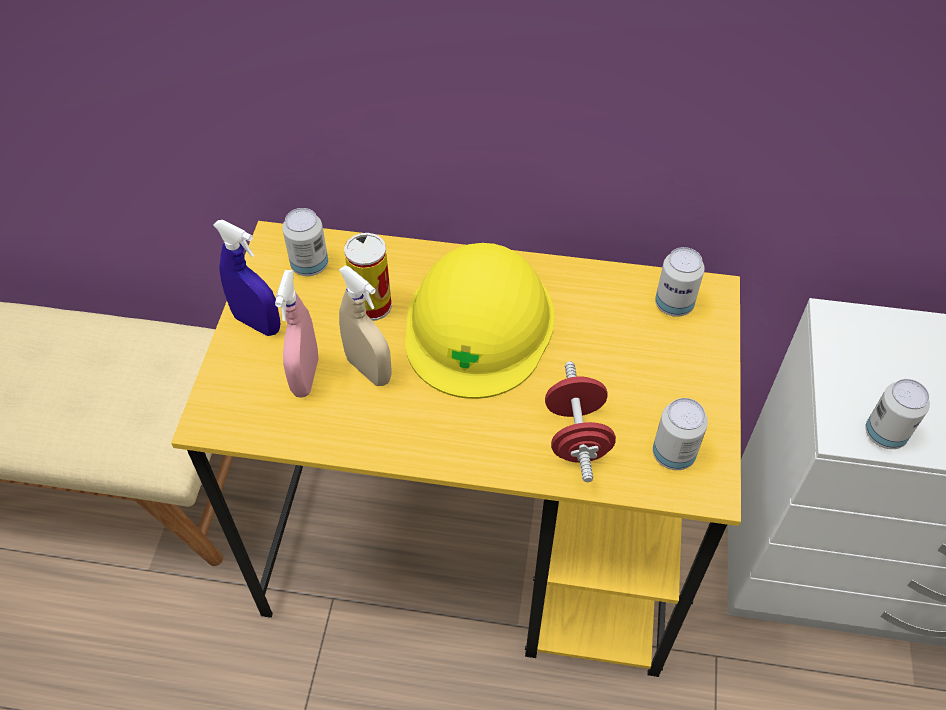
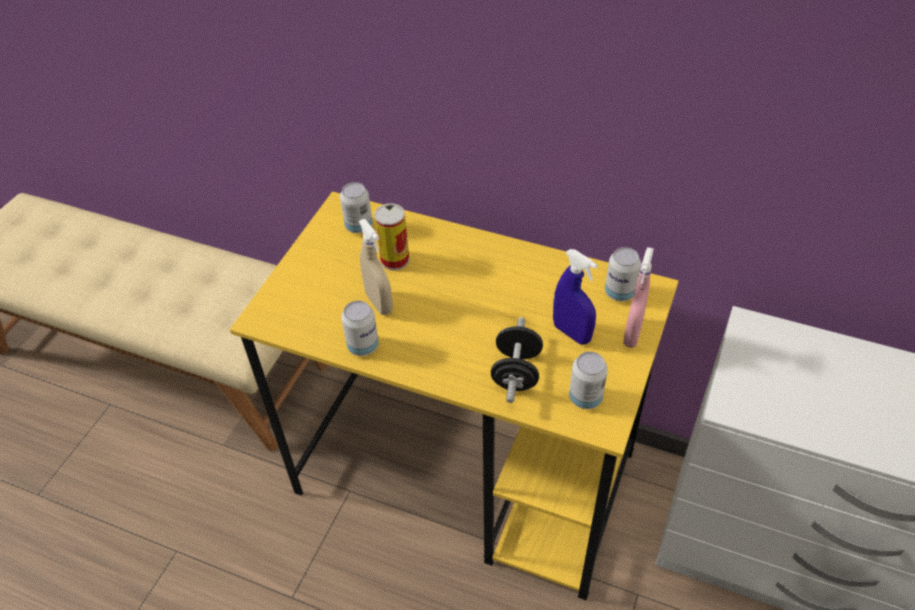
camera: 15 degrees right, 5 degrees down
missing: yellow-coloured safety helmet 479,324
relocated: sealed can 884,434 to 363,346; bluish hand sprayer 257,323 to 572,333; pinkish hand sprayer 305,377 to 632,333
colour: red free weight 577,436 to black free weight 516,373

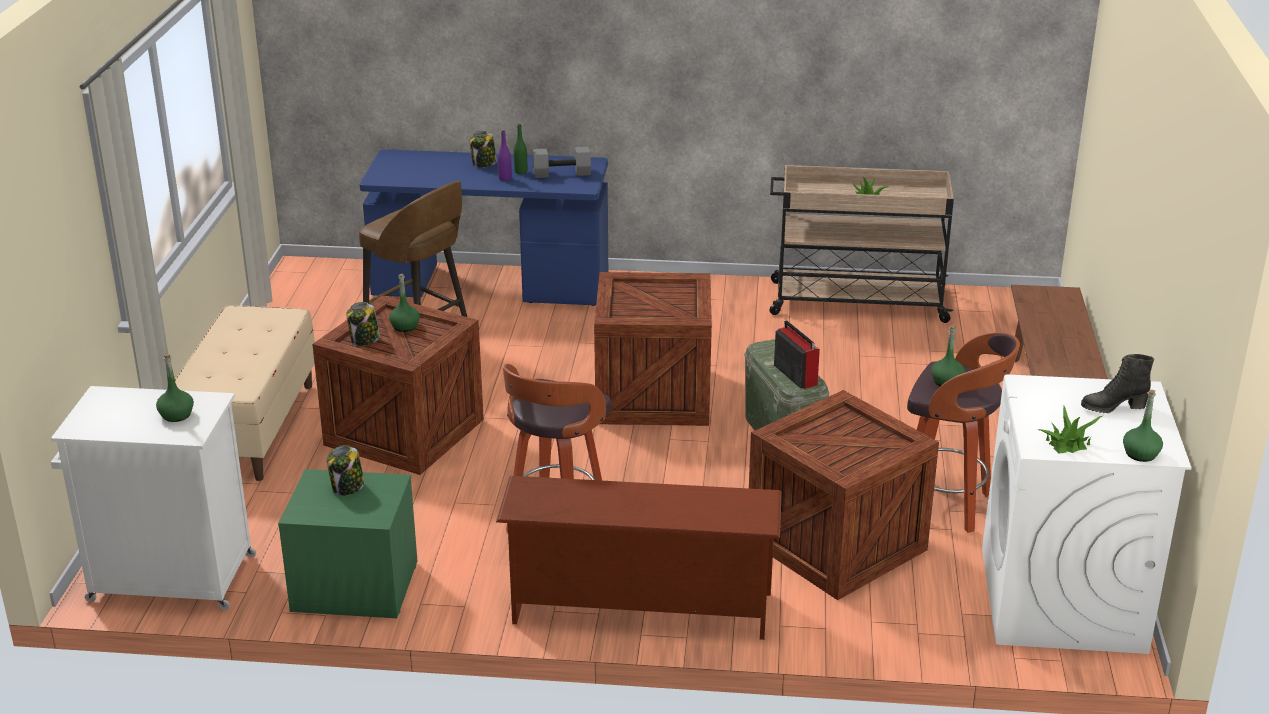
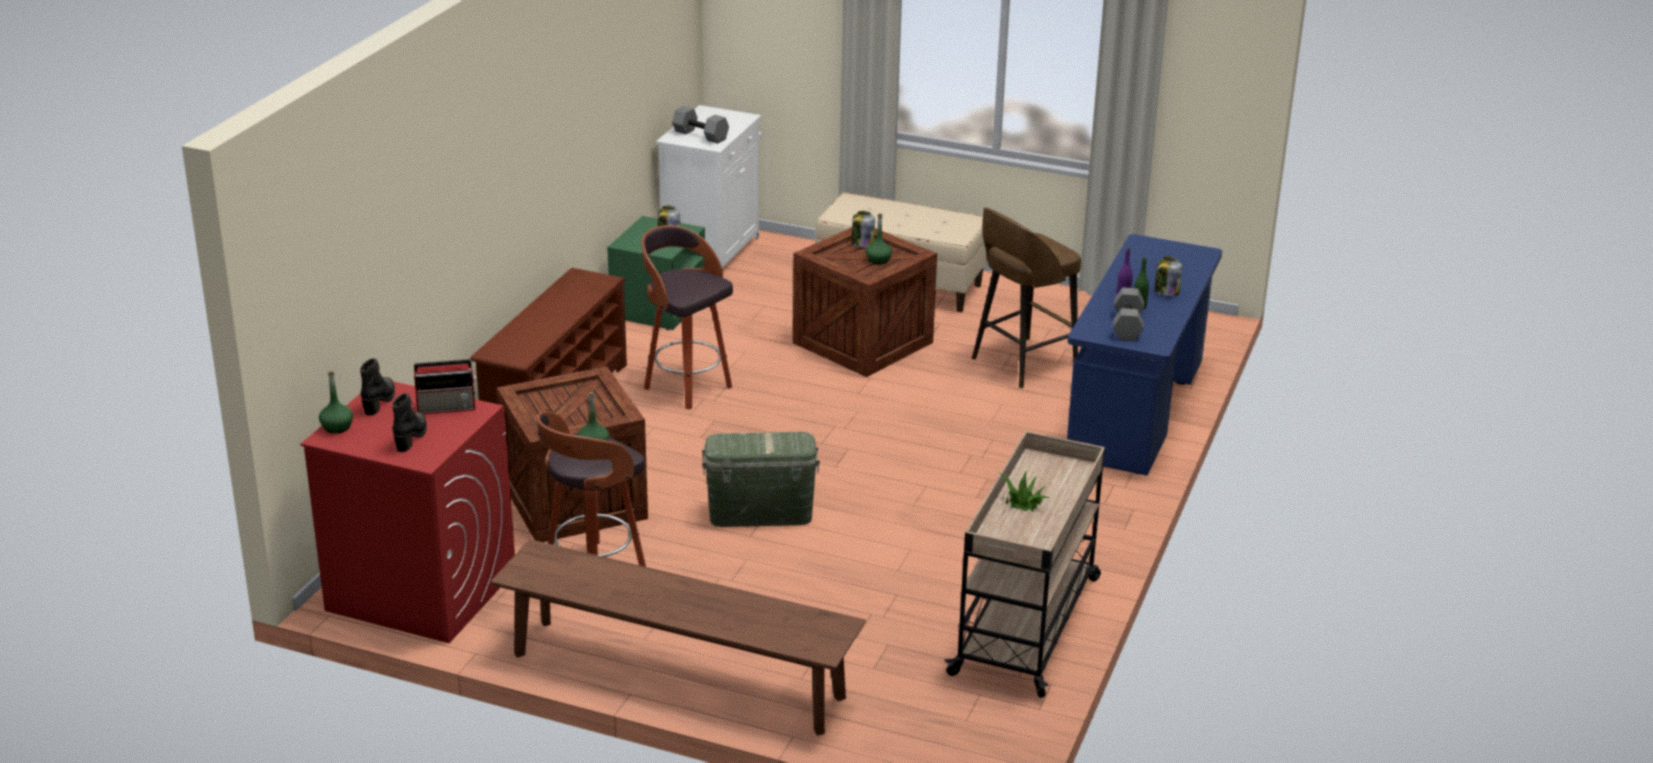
camera: 105 degrees right, 0 degrees up
missing: shipping crate 655,395
relocated: radio 795,374 to 447,407
exchanged: potted plant 1068,443 to black high-top boot 380,401; green-coloured drink bottle 176,415 to greyish free weight 701,135
colour: whitish laundry machine 1063,601 to red laundry machine 420,590

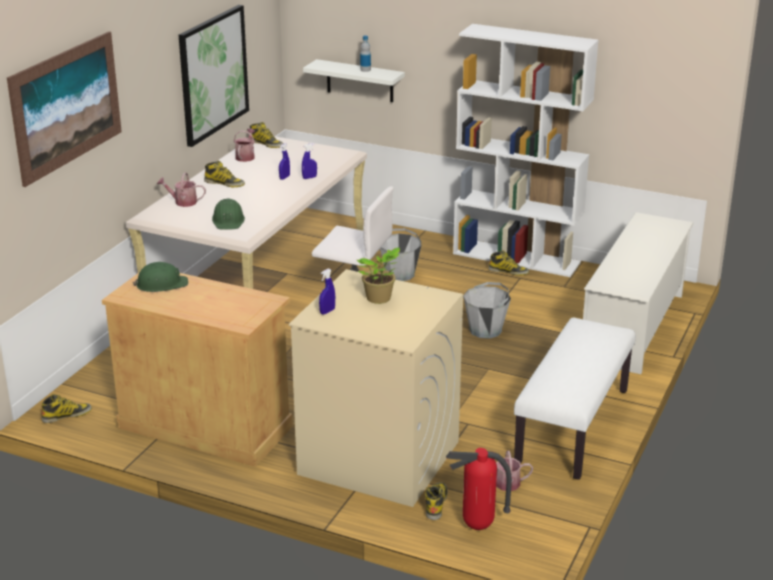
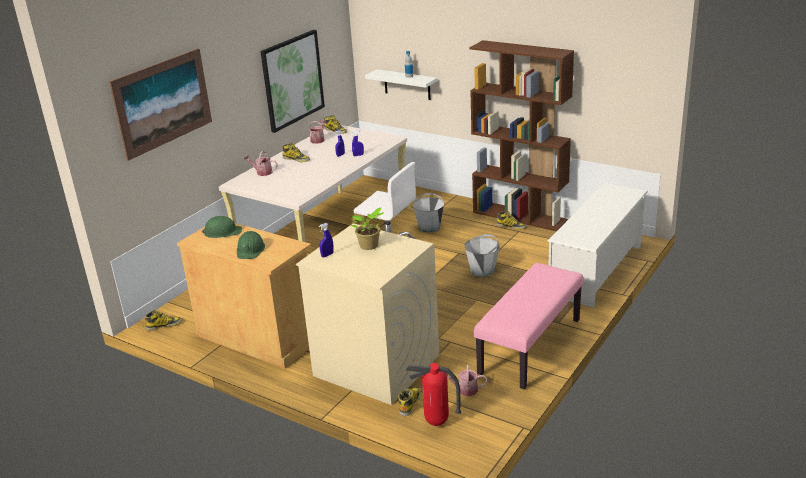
camera: 10 degrees right, 0 degrees up
relocated: green-coloured safety helmet 228,220 to 250,250
colour: whitish bookcase 517,258 to brown-coloured bookcase 520,216; whitish bench 573,426 to pinkish bench 530,347

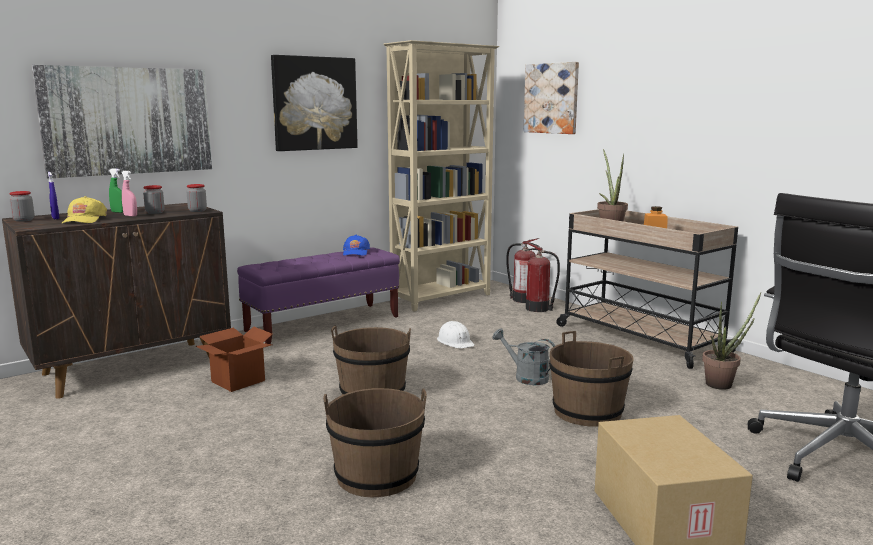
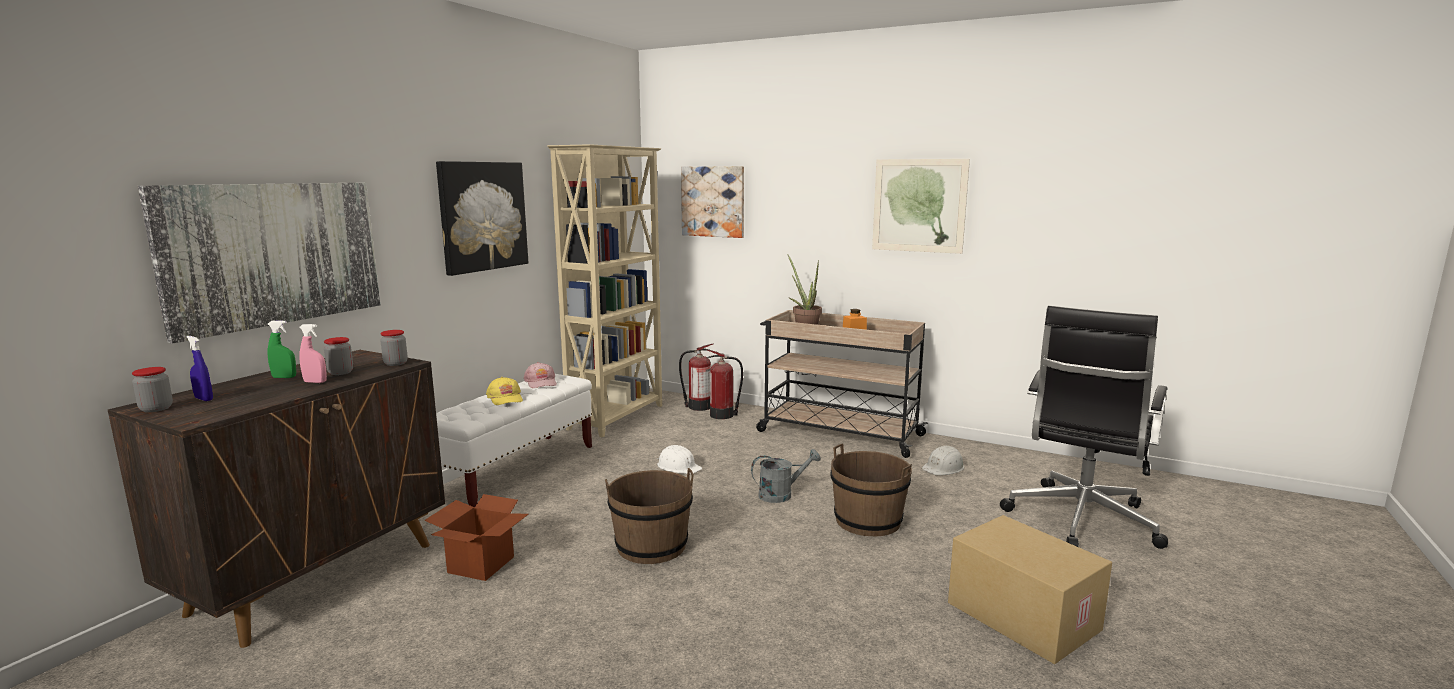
camera: 25 degrees left, 0 degrees up
missing: brown-coloured water bucket 376,476
appeared: wall art 919,205
relocated: yellow-coloured baseball cap 84,220 to 505,398
exchanged: potted plant 723,384 to whitish safety helmet 943,468
colour: purple-coloured bench 323,324 to whitish bench 515,470; bluish baseball cap 356,252 to pinkish baseball cap 541,382
spun: greyish watering can 525,377 = 781,494 150 degrees clockwise

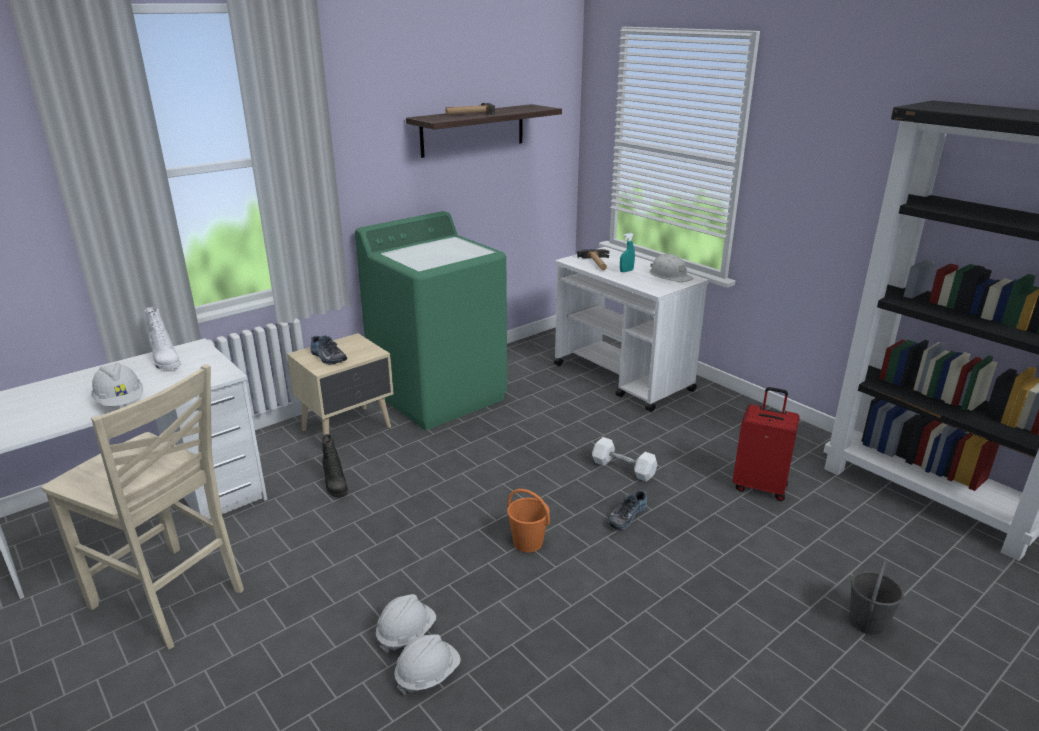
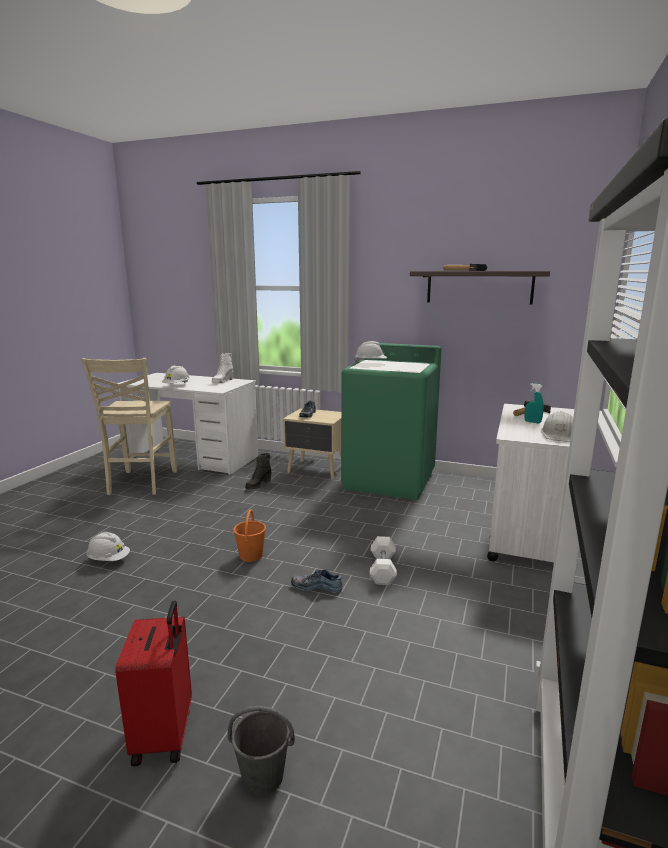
camera: 60 degrees right, 10 degrees down
relocated: red piece of luggage 760,486 to 165,735; whitish safety helmet 406,633 to 370,363

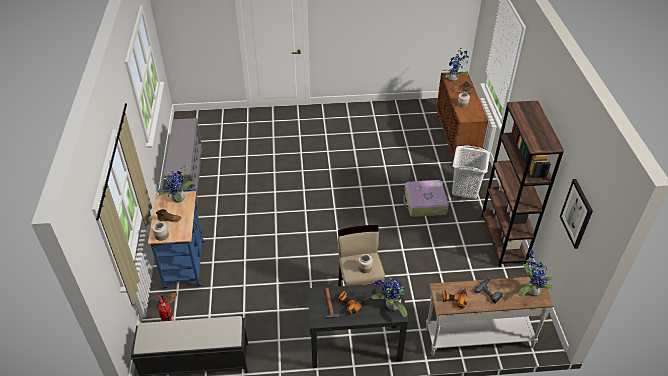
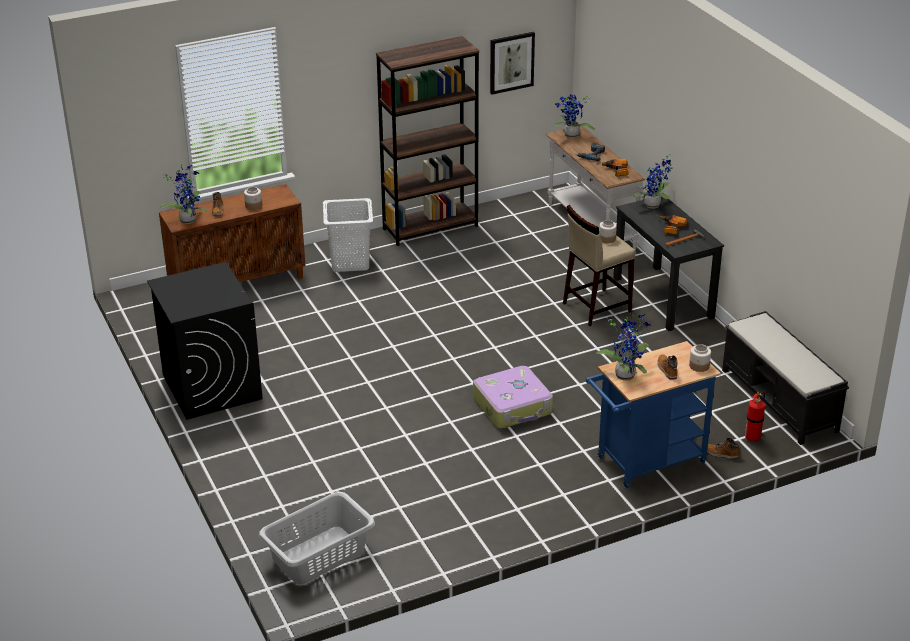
camera: 110 degrees left, 10 degrees down
missing: greyish shoe stand 187,175
appeared: black laundry machine 211,386; greyish hamper 318,555
relocated: piece of luggage 424,203 to 513,406

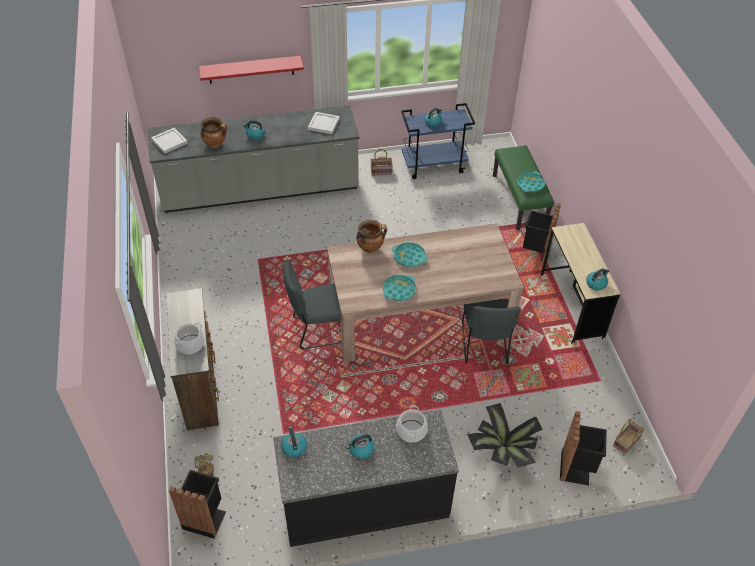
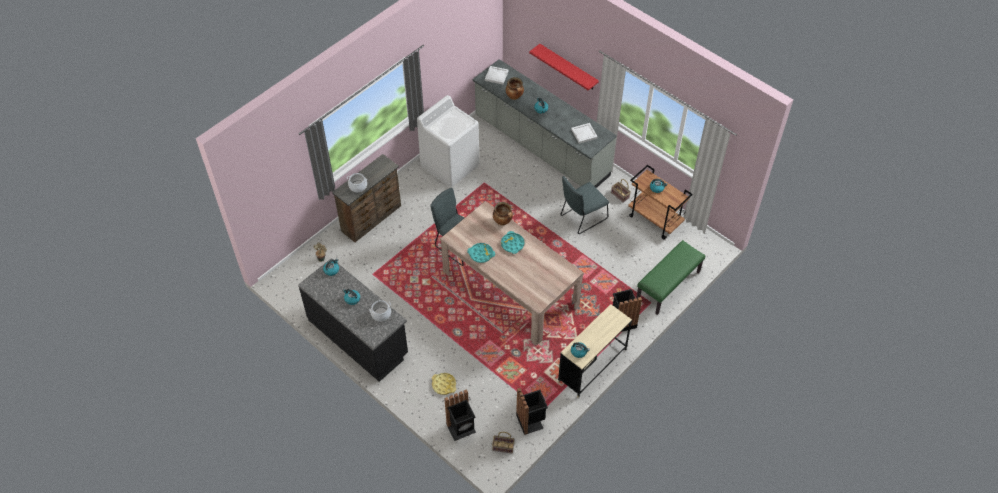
camera: 55 degrees right, 5 degrees up
missing: turquoise-coloured serving tray 530,184
appeared: whitish laundry machine 450,165
relocated: black trash can 205,518 to 531,421; greyish chair 484,346 to 582,218
exchanged: potted plant 502,451 to yellow-coloured serving tray 444,385
colour: bluish wheeled cart 434,165 to brown-coloured wheeled cart 655,220

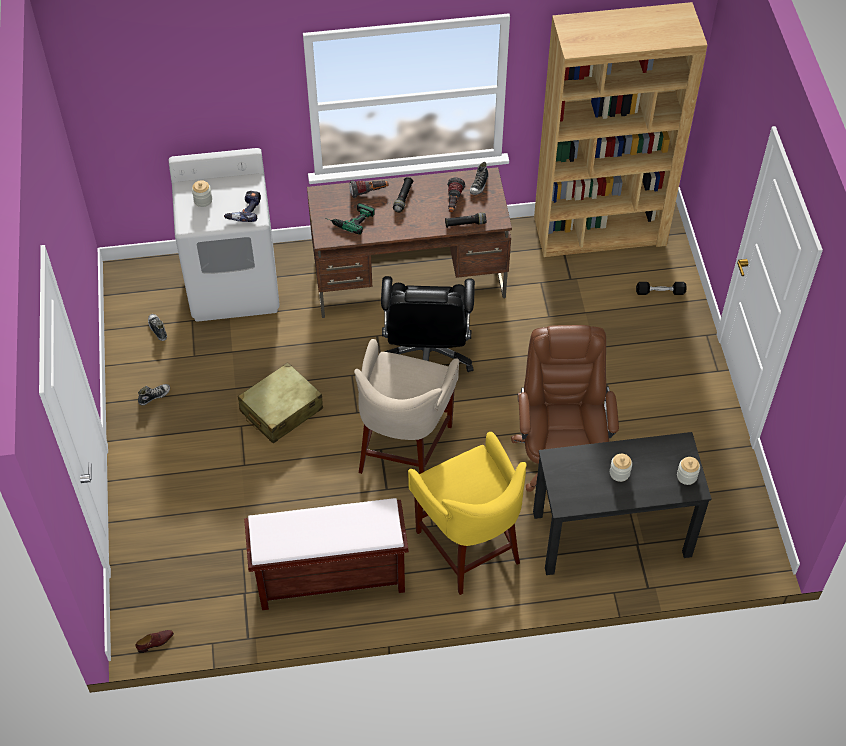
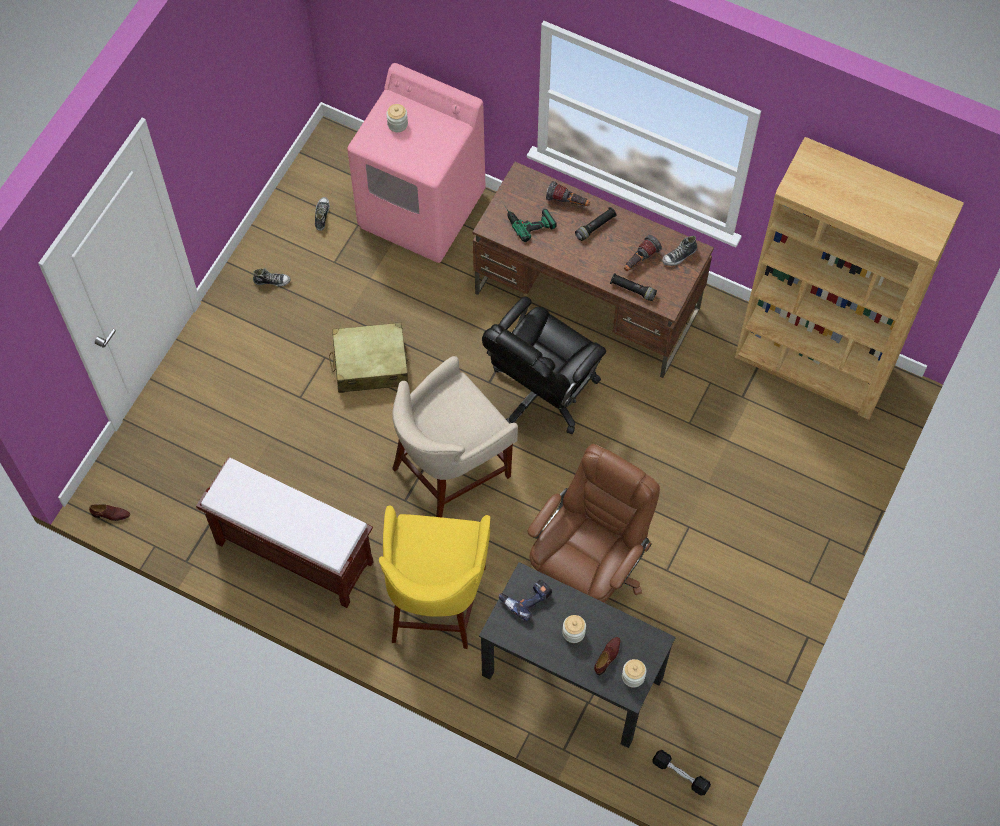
camera: 35 degrees right, 10 degrees up
appeared: brown-coloured low shoe 607,657
relocated: electric drill 244,211 to 526,598; black free weight 660,292 to 680,774
colour: whitish laundry machine 234,284 to pinkish laundry machine 422,210

